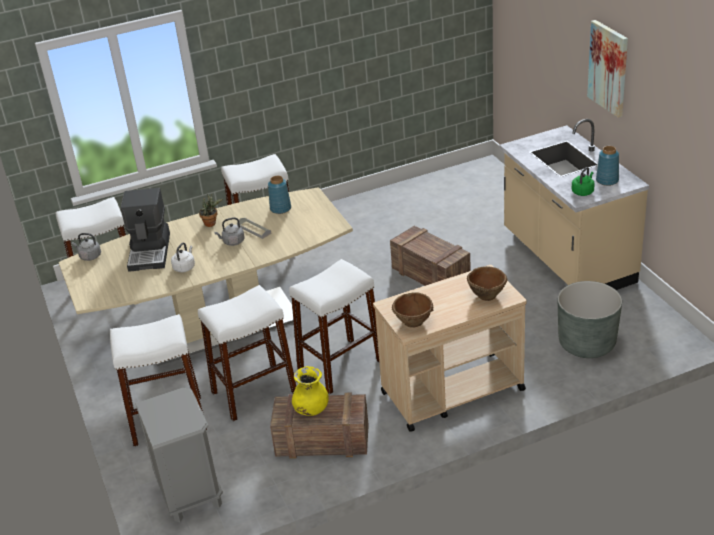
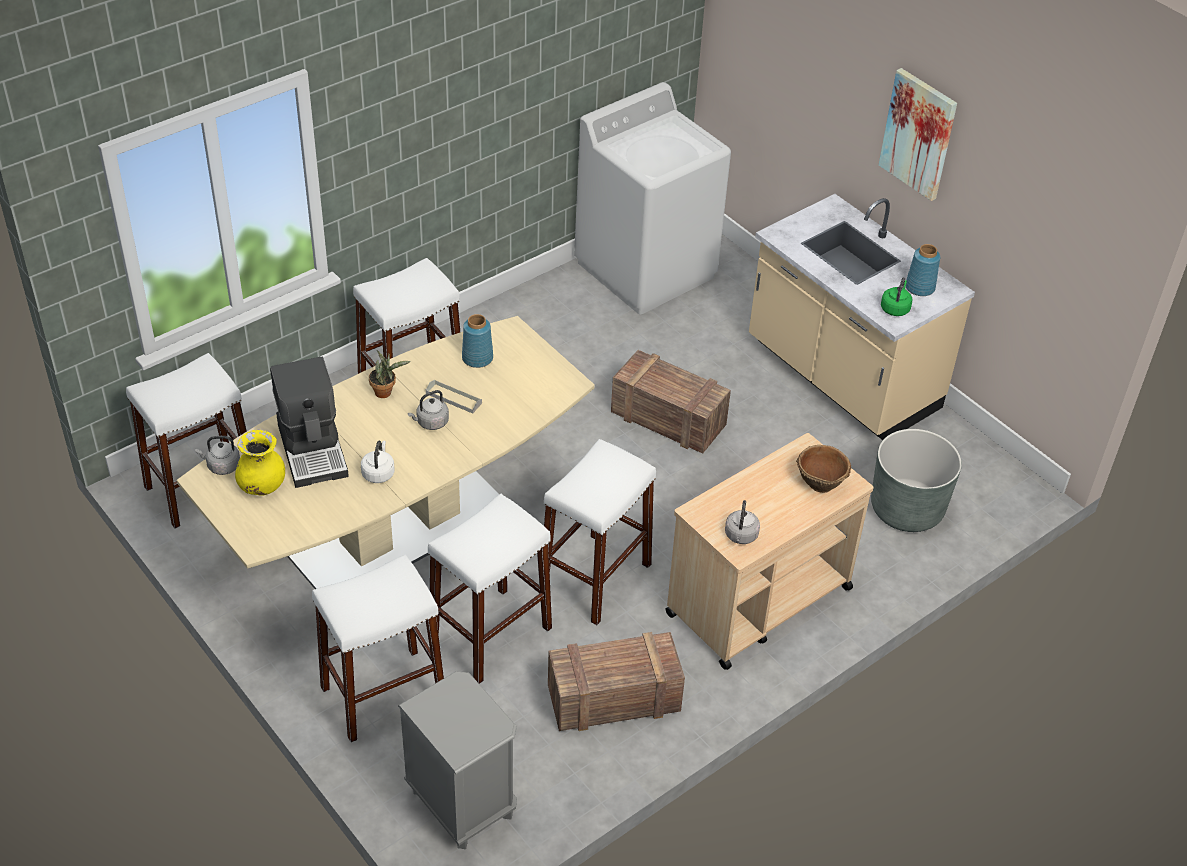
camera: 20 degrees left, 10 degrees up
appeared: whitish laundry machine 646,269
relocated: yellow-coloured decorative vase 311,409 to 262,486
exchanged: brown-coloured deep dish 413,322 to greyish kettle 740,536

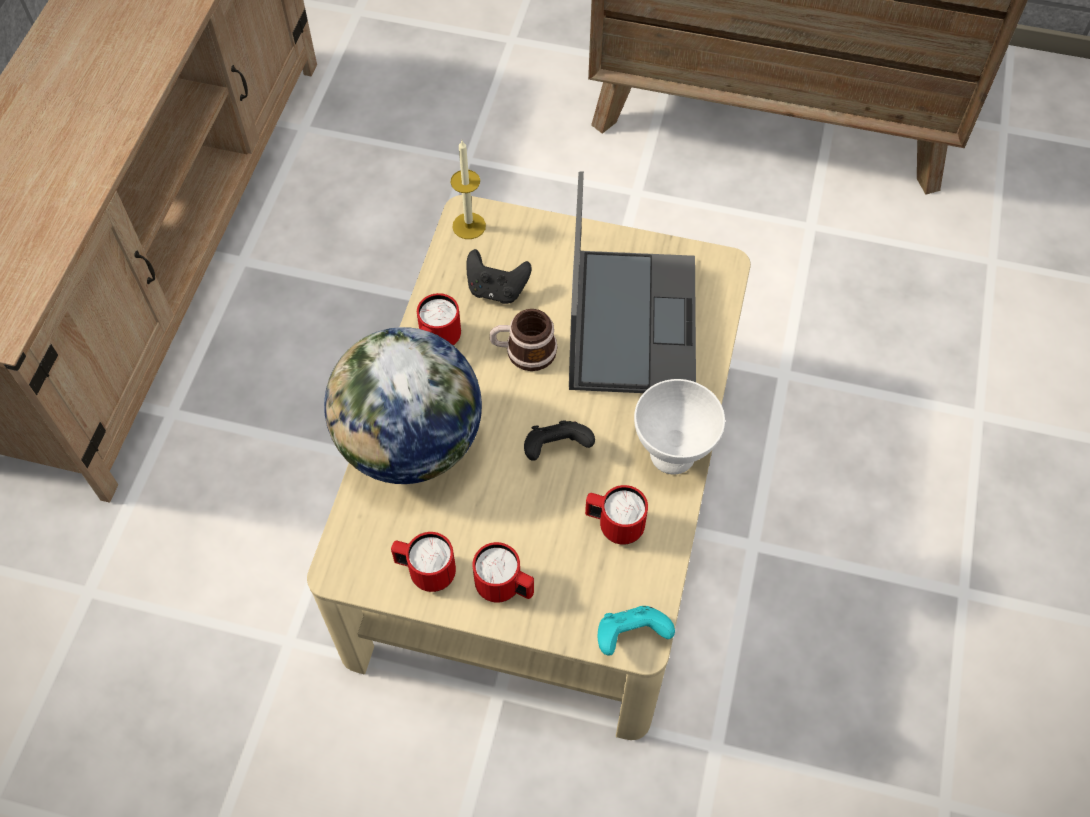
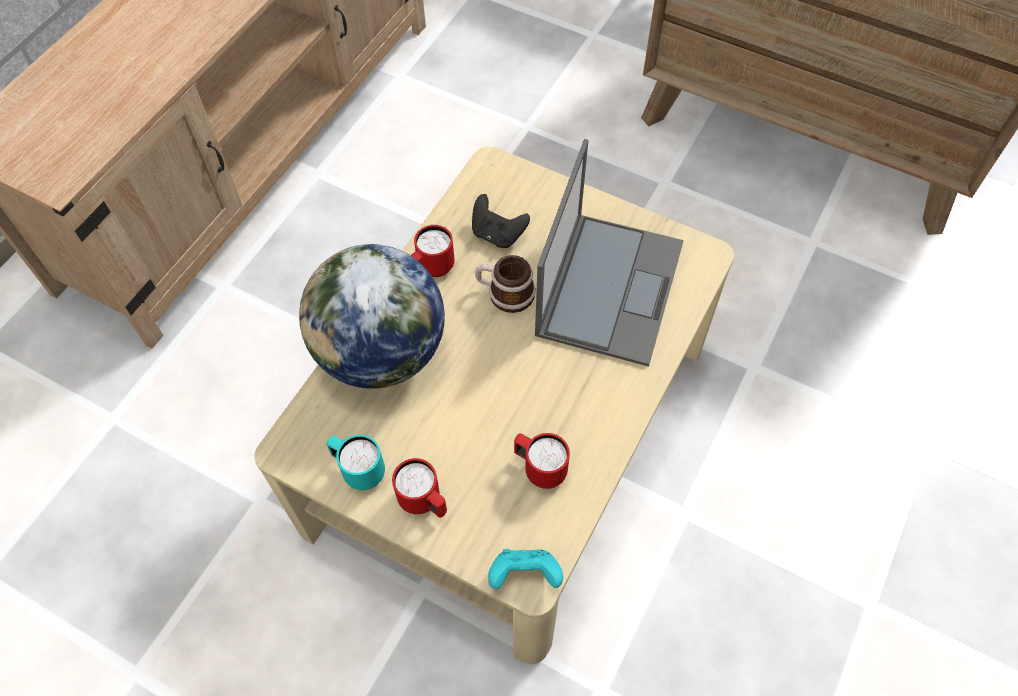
camera: 15 degrees right, 0 degrees up
missing: wax candle 469,226; black joypad 556,449; whitish deep dish 670,454
colour: red mug 426,572 to turquoise-coloured mug 359,470

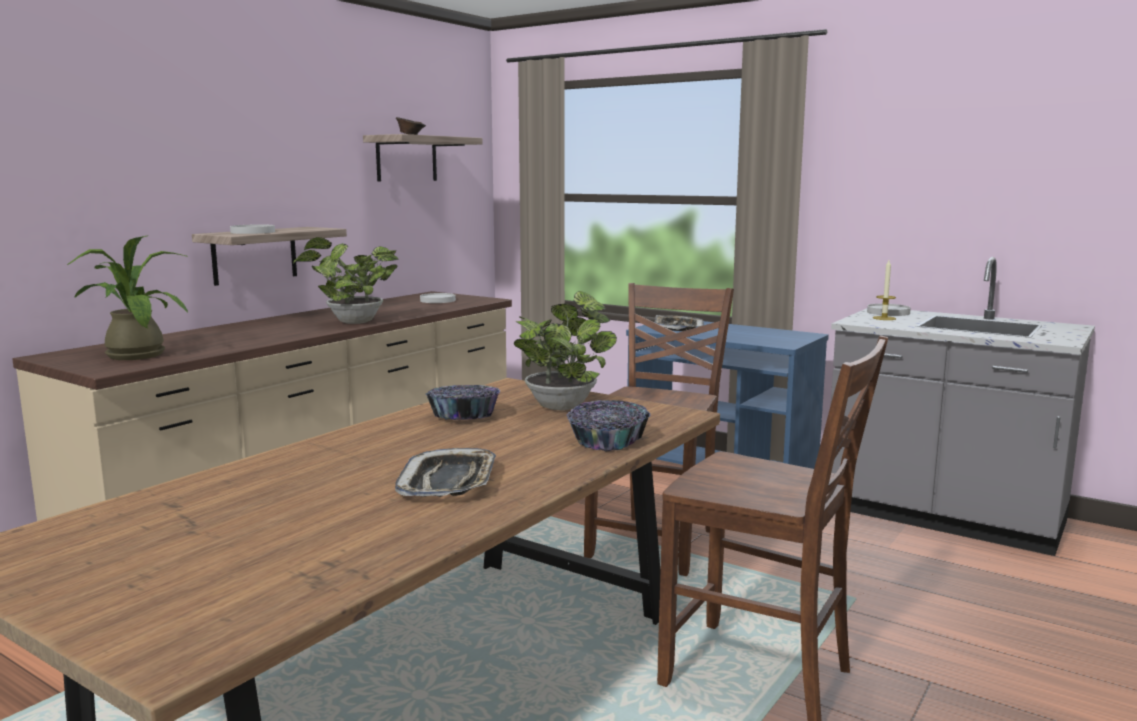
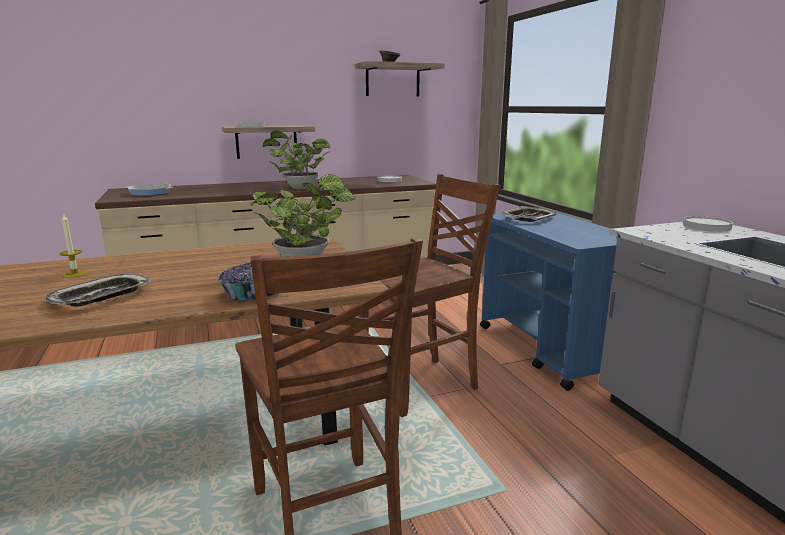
camera: 35 degrees right, 5 degrees up
missing: deep dish 464,416
relocated: wax candle 884,318 to 75,274
exchanged: potted plant 135,354 to frying pan 150,193

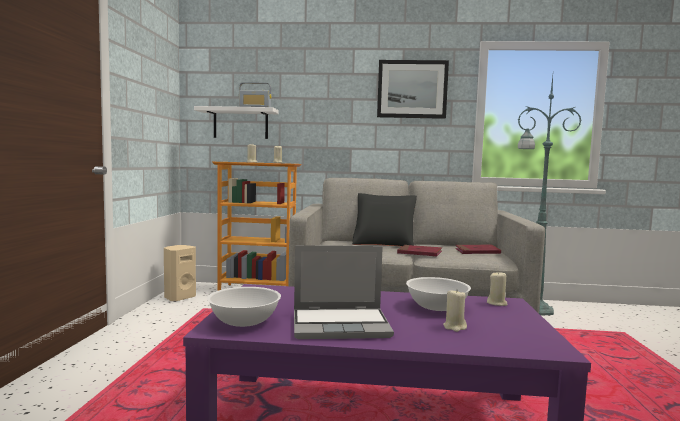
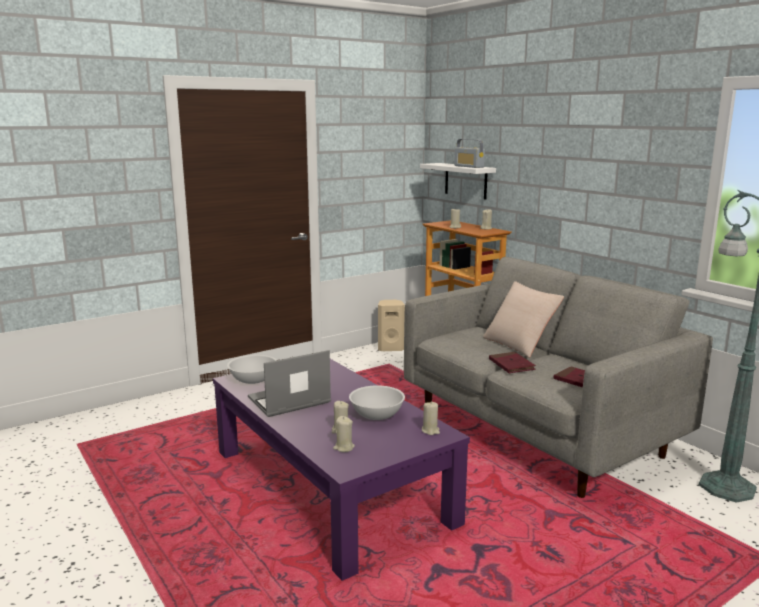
camera: 50 degrees right, 10 degrees up
missing: wall art 412,89
appeared: beige wax candle 343,447
colour: black pillow 384,243 to beige pillow 520,344
spun: notebook computer 341,325 = 289,401 105 degrees clockwise

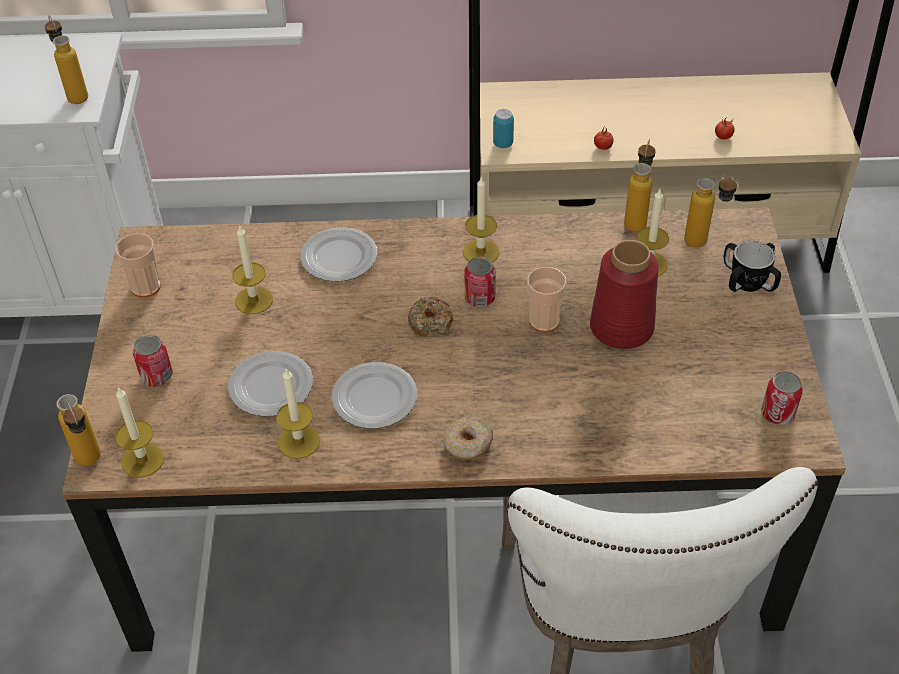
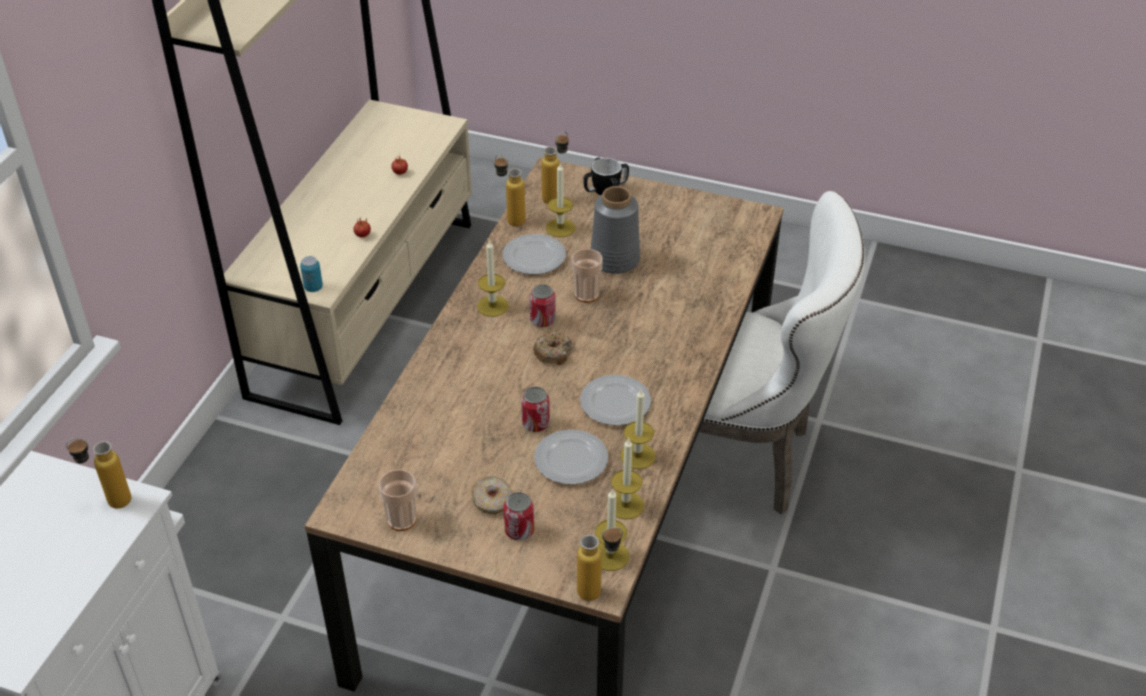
camera: 70 degrees left, 5 degrees down
relocated: donut 468,444 to 492,501; flat dish 340,257 to 534,257; sealed can 777,413 to 535,424; wax candle 254,300 to 625,505
colour: red decorative vase 621,328 to greyish decorative vase 615,260

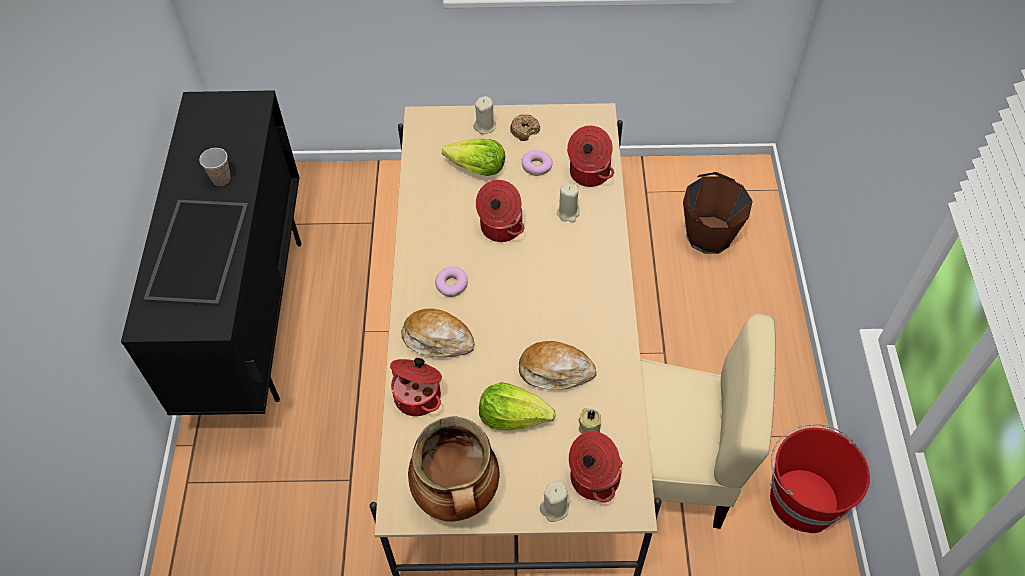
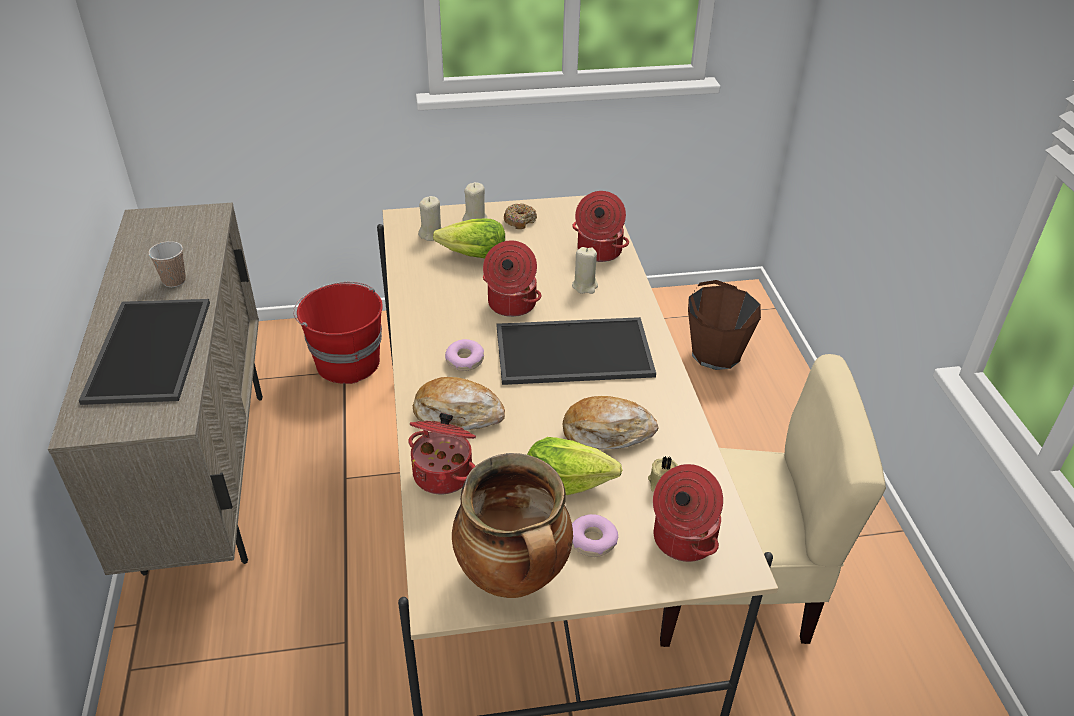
camera: 10 degrees left, 15 degrees down
appeared: serving tray 572,353
relocated: red water bucket 802,499 to 346,362; beige wax candle 555,508 to 431,234; donut 536,166 to 592,541
colour: black storage cabinet 252,318 to beige storage cabinet 208,477

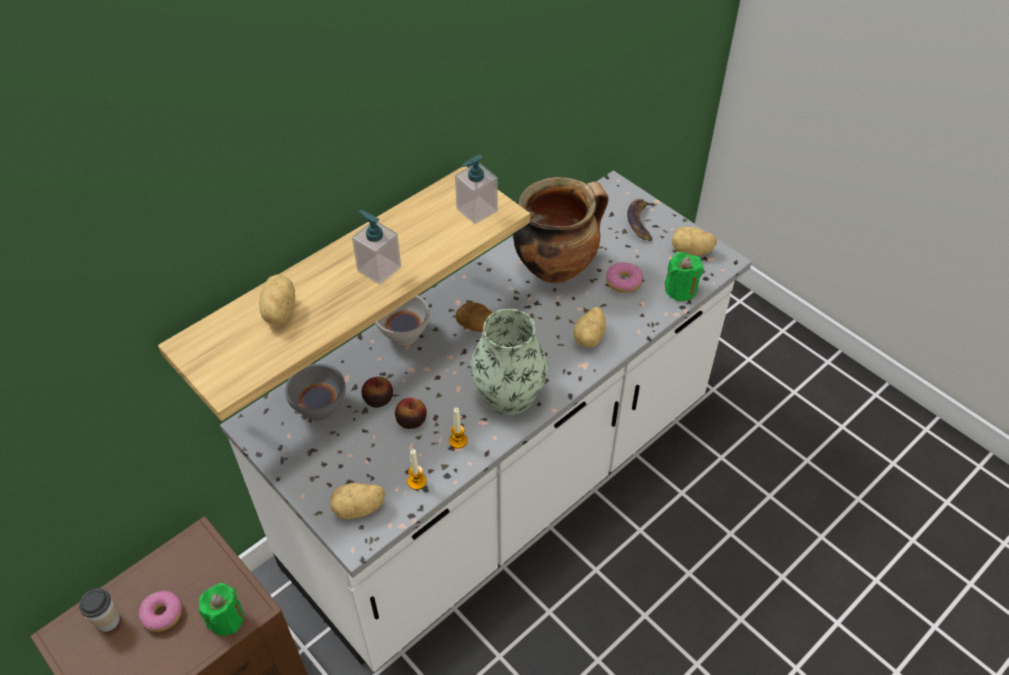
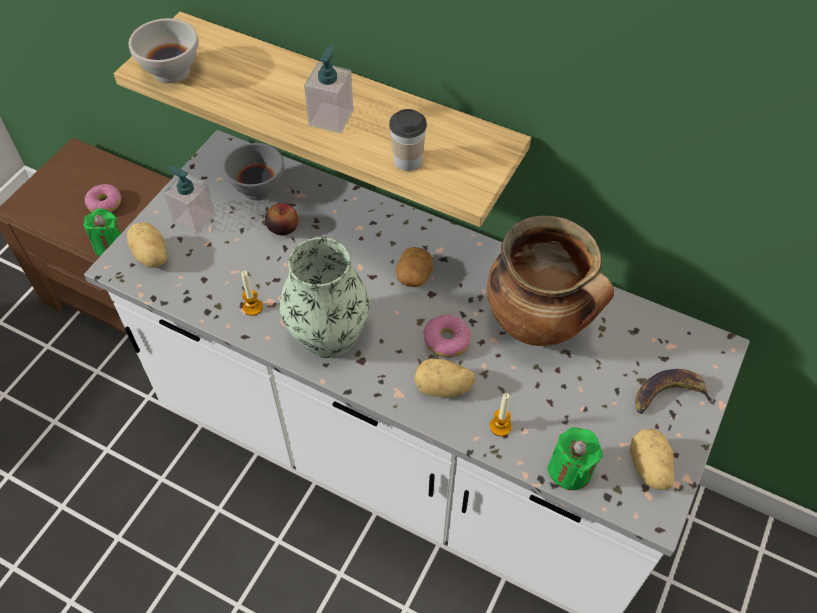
camera: 70 degrees right, 5 degrees up
missing: spud 278,311; apple fruit 411,420
relocated: whitish deep dish 403,334 to 170,71; soap dispenser 476,210 to 194,219; small cup 108,621 to 407,161; donut 623,282 to 446,341; wax candle 417,481 to 500,426

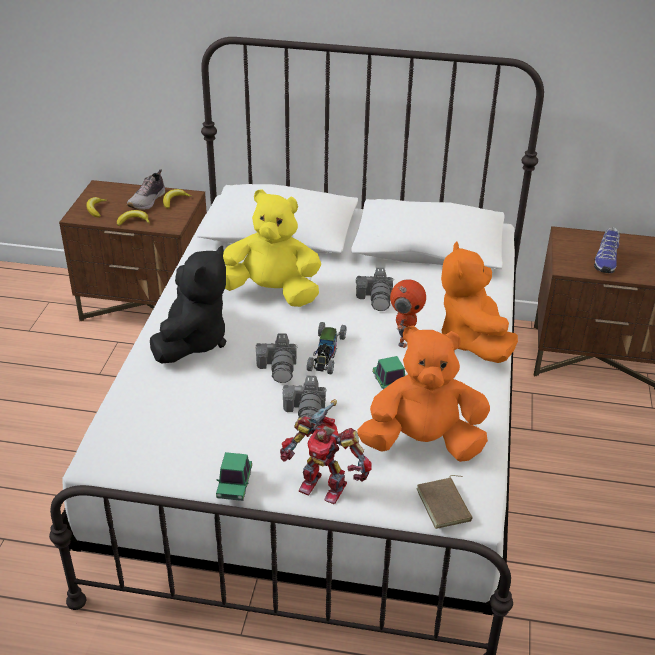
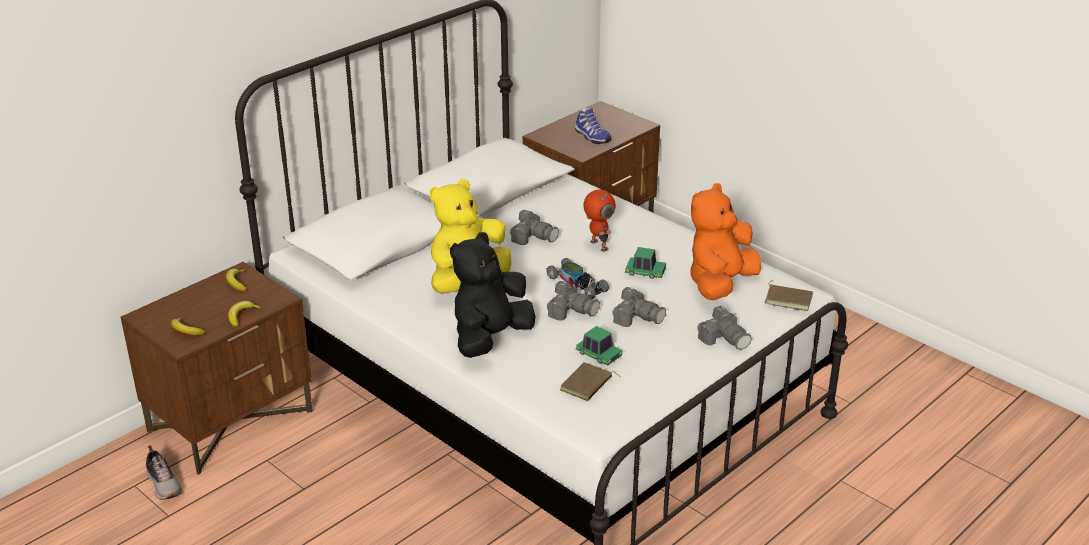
camera: 55 degrees left, 5 degrees down
missing: orange-coloured plush toy 472,341
appeared: brown-coloured volume 587,385
relocated: low shoe 148,201 to 164,484; model car 234,484 to 598,355
exchanged: model robot 324,485 to photo camera 724,339
spun: black plush toy 193,341 = 490,339 105 degrees counterclockwise

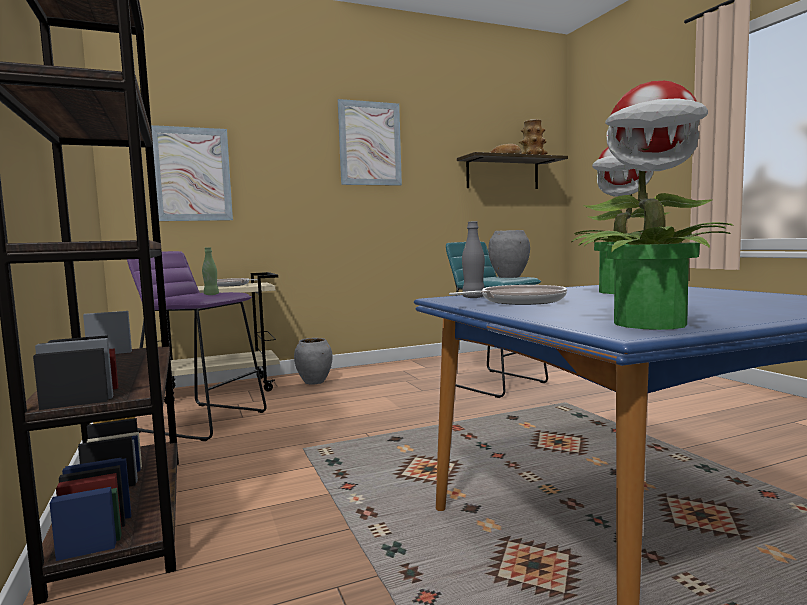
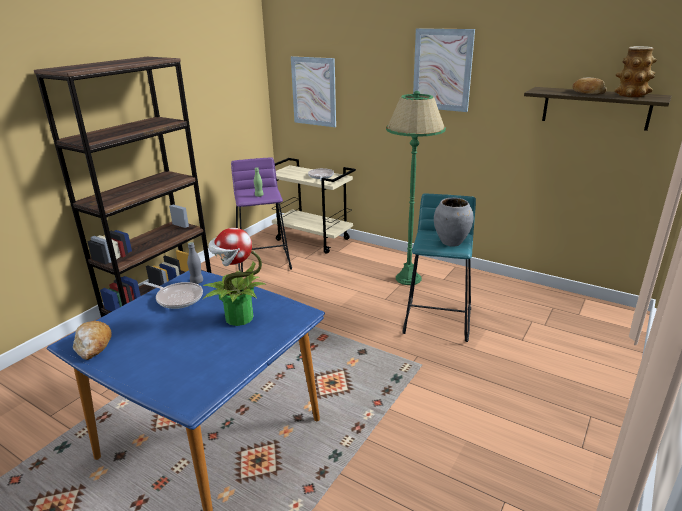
camera: 55 degrees right, 20 degrees up
missing: greyish decorative vase 314,382
appeared: green-coloured floor lamp 408,278
exchanged: potted plant 651,324 to bakery bread 93,345

